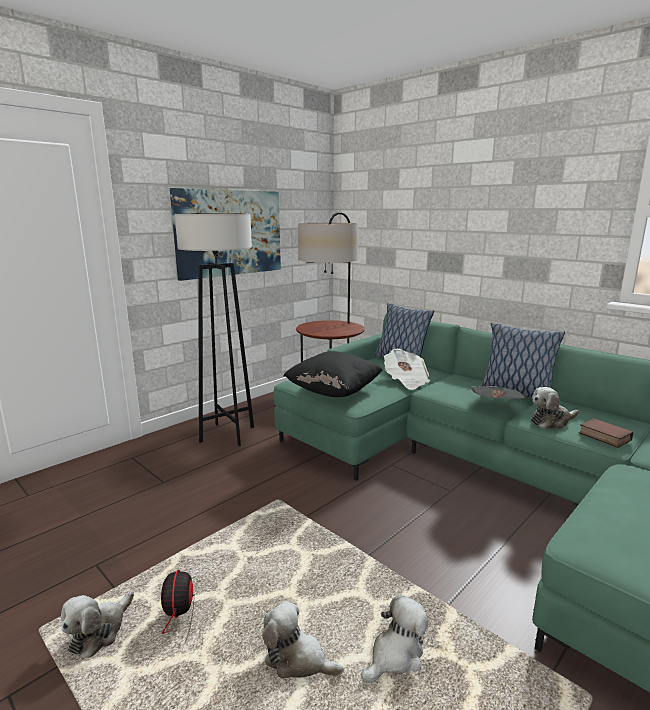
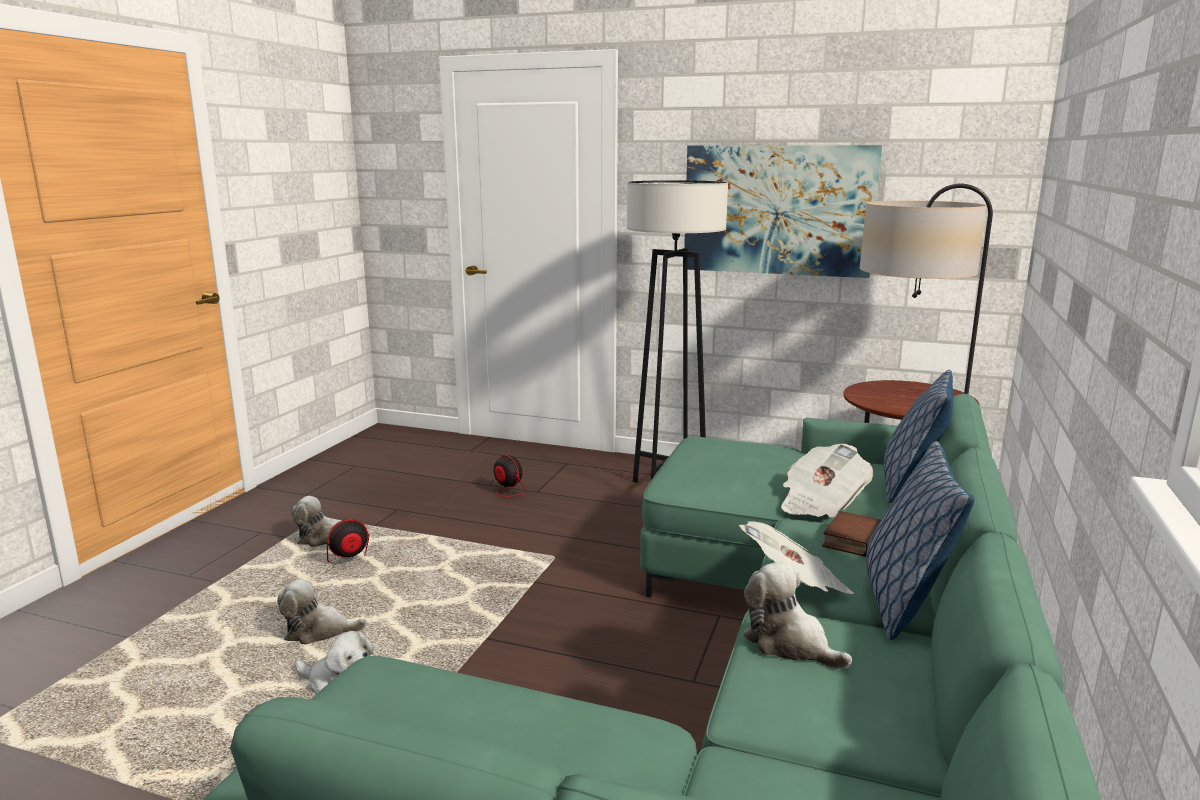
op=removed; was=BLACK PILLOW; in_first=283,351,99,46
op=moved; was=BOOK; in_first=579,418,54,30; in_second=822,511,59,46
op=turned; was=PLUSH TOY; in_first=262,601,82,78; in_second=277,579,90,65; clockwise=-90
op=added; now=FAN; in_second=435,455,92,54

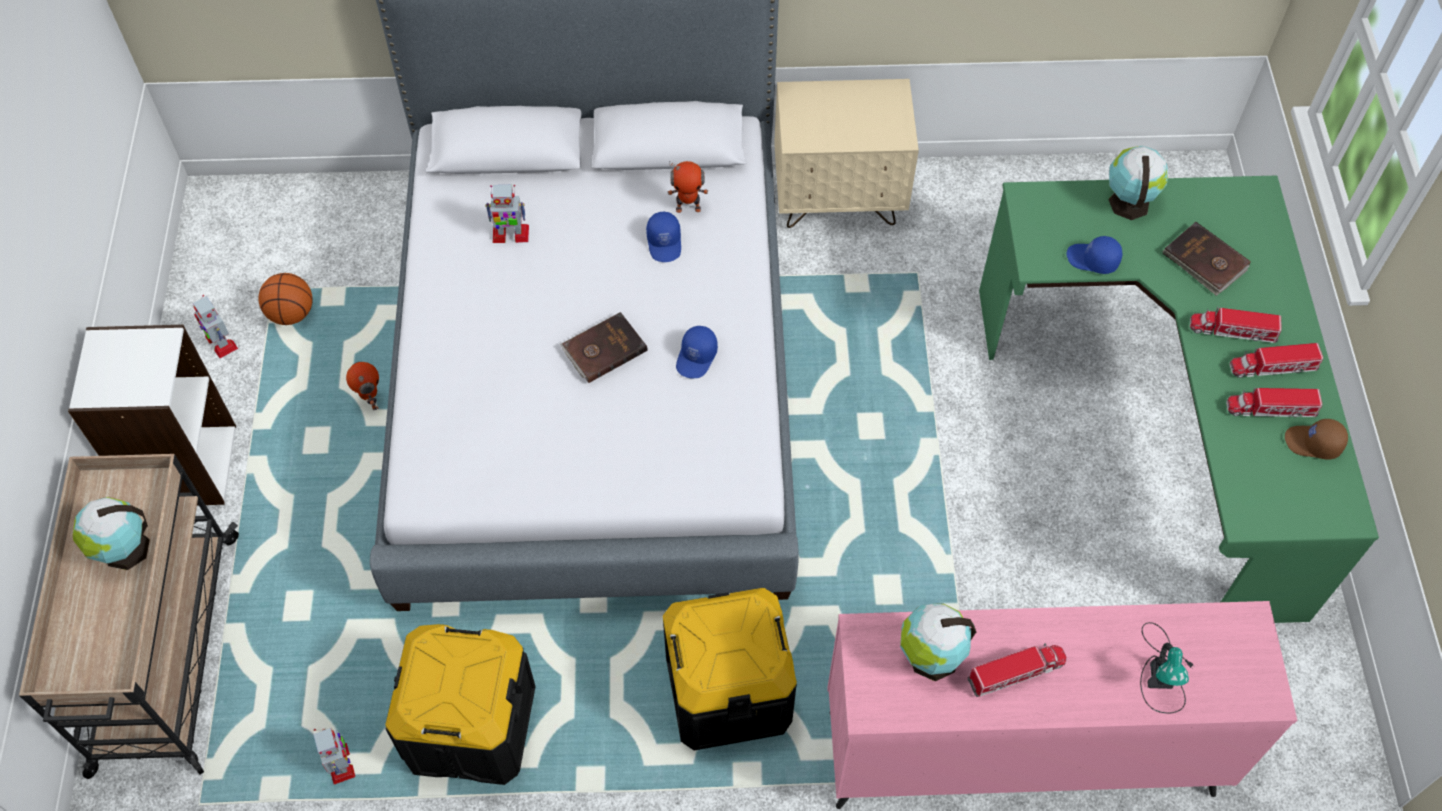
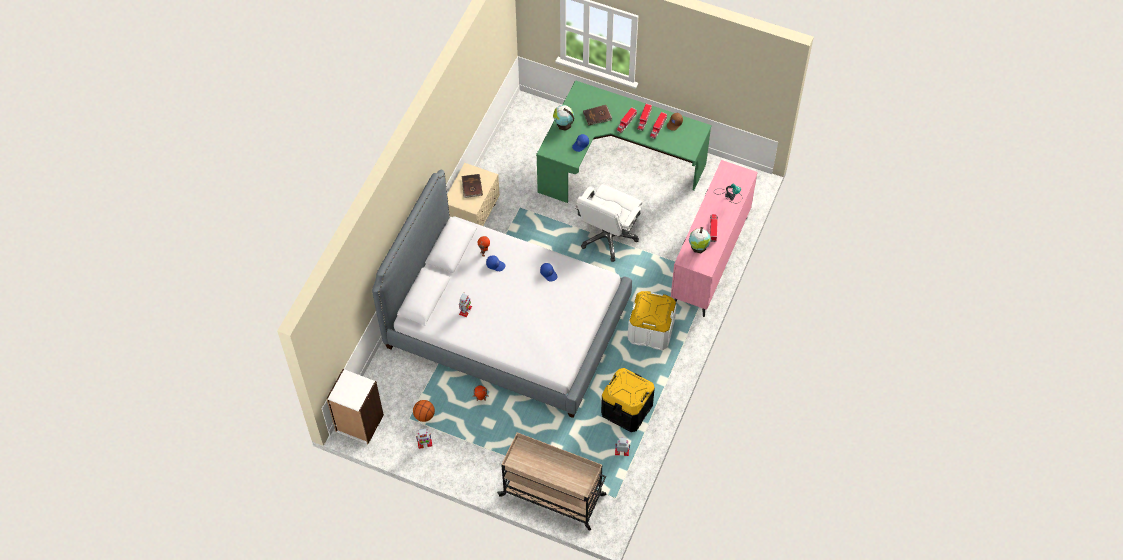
op=moved; was=BROWN BOOK; in_first=560,312,87,71; in_second=461,174,22,24
op=moved; was=WHITE BOOKCASE; in_first=68,325,168,180; in_second=326,369,58,75
op=removed; was=GLOBE; in_first=73,497,77,73
op=recoloured; was=BLACK STORAGE BOX; now=WHITE STORAGE BOX; in_first=663,588,134,162; in_second=628,291,49,59
op=added; now=WHITE OFFICE CHAIR; in_second=575,184,67,78

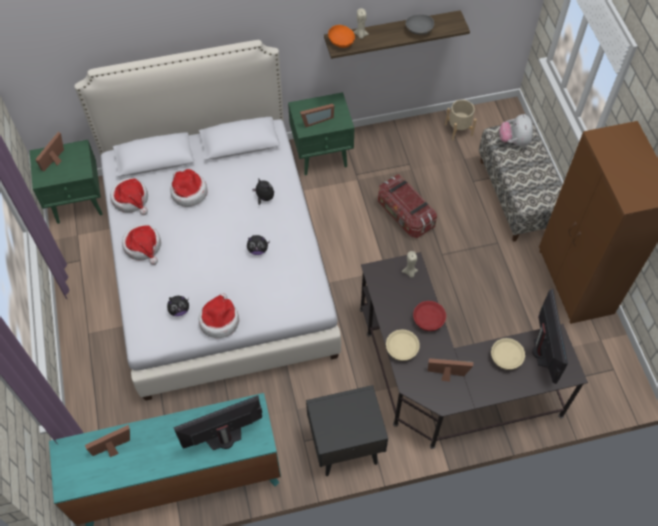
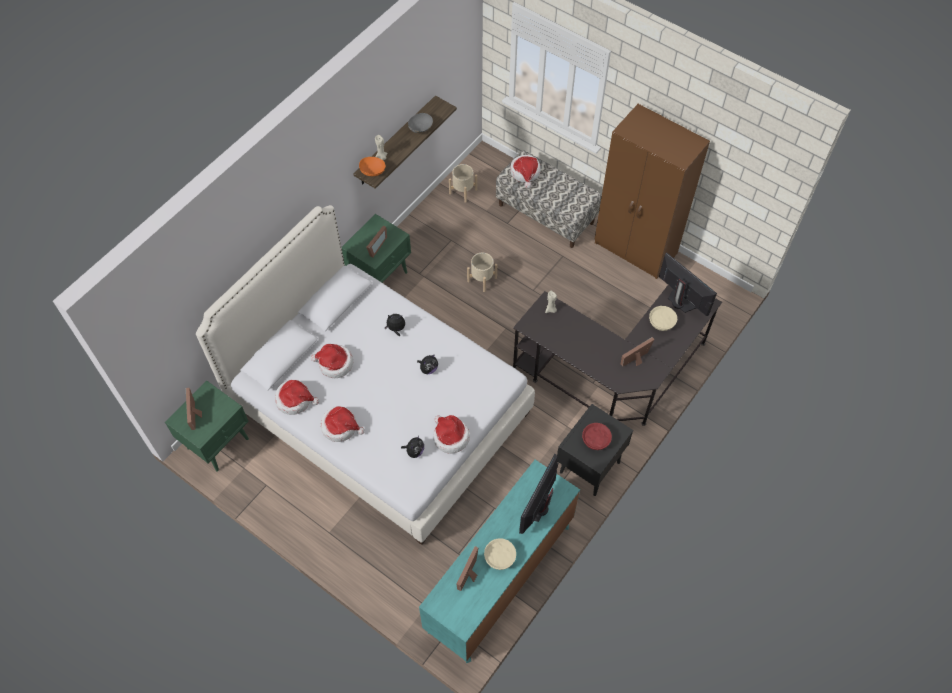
op=replaced; was=PLUSH TOY; now=HAT; in_first=499,114,34,33; in_second=510,155,31,33
op=replaced; was=STORAGE BOX; now=BEIGE PLANTER; in_first=378,175,59,63; in_second=467,253,30,39
op=moved; was=RED BOWL; in_first=413,301,33,30; in_second=582,423,30,27
op=moved; was=BEIGE BOWL; in_first=386,329,34,32; in_second=484,538,32,32

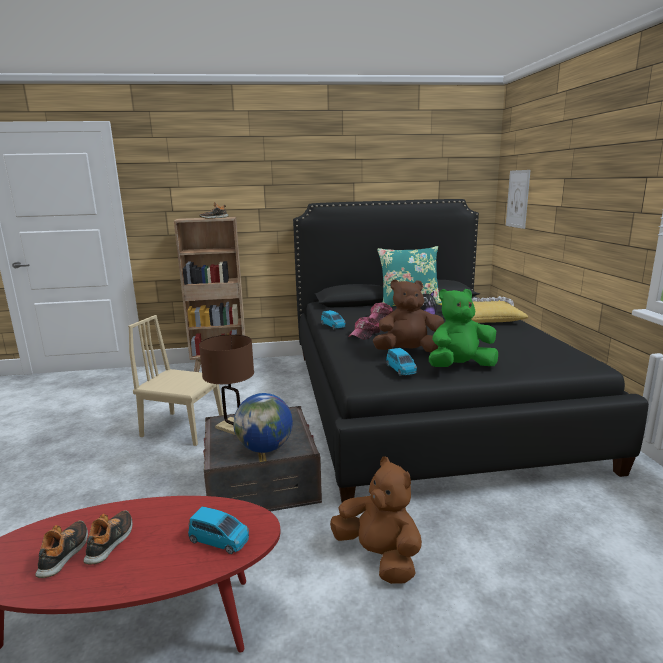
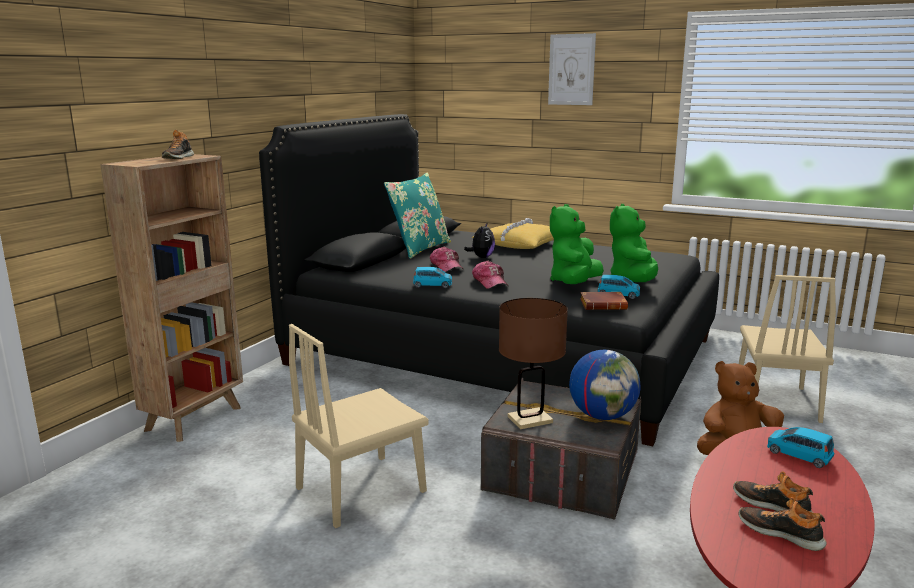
op=moved; was=PICTURE; in_first=506,170,25,59; in_second=548,33,48,72
op=recoloured; was=BROWN PLUSH TOY; now=GREEN PLUSH TOY; in_first=373,279,71,73; in_second=550,204,54,80
op=turned; was=BLUE TOY CAR; in_first=188,506,61,48; in_second=767,427,67,41; clockwise=-105
op=added; now=BEIGE CHAIR; in_second=739,275,97,148
op=added; now=BROWN BOOK; in_second=580,292,48,18

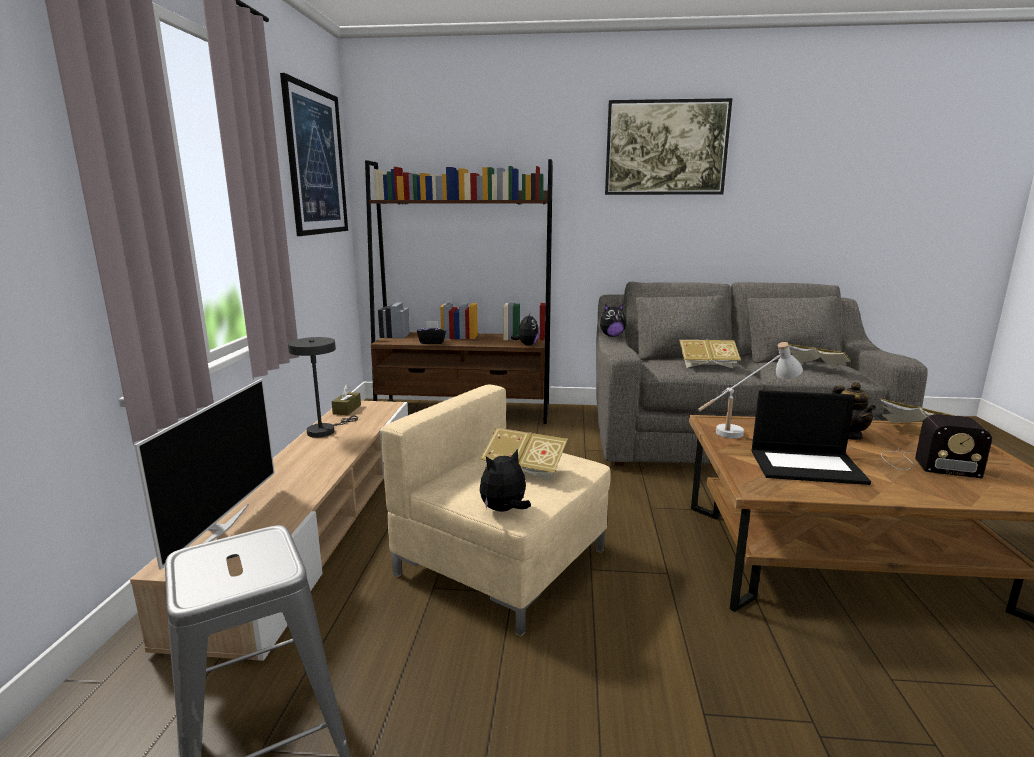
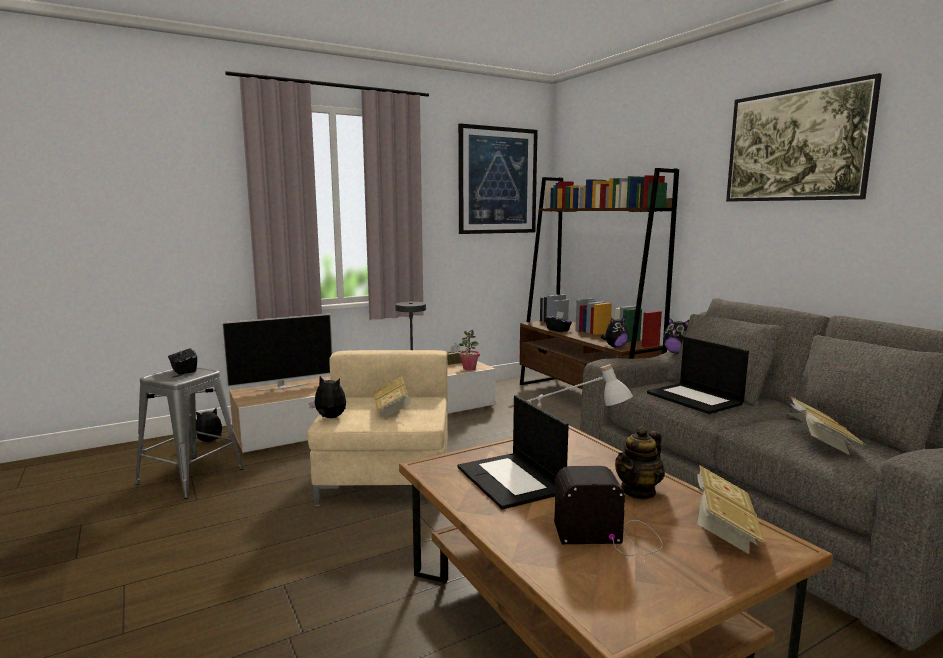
op=replaced; was=BOOK; now=LAPTOP; in_first=679,339,62,29; in_second=647,337,102,77
op=turned; was=RADIO; in_first=881,414,111,64; in_second=554,466,109,98; clockwise=105
op=added; now=POTTED PLANT; in_second=459,330,21,40
op=added; now=BLACK TISSUE BOX; in_second=168,344,29,30
op=added; now=PLUSH TOY; in_second=196,408,26,34

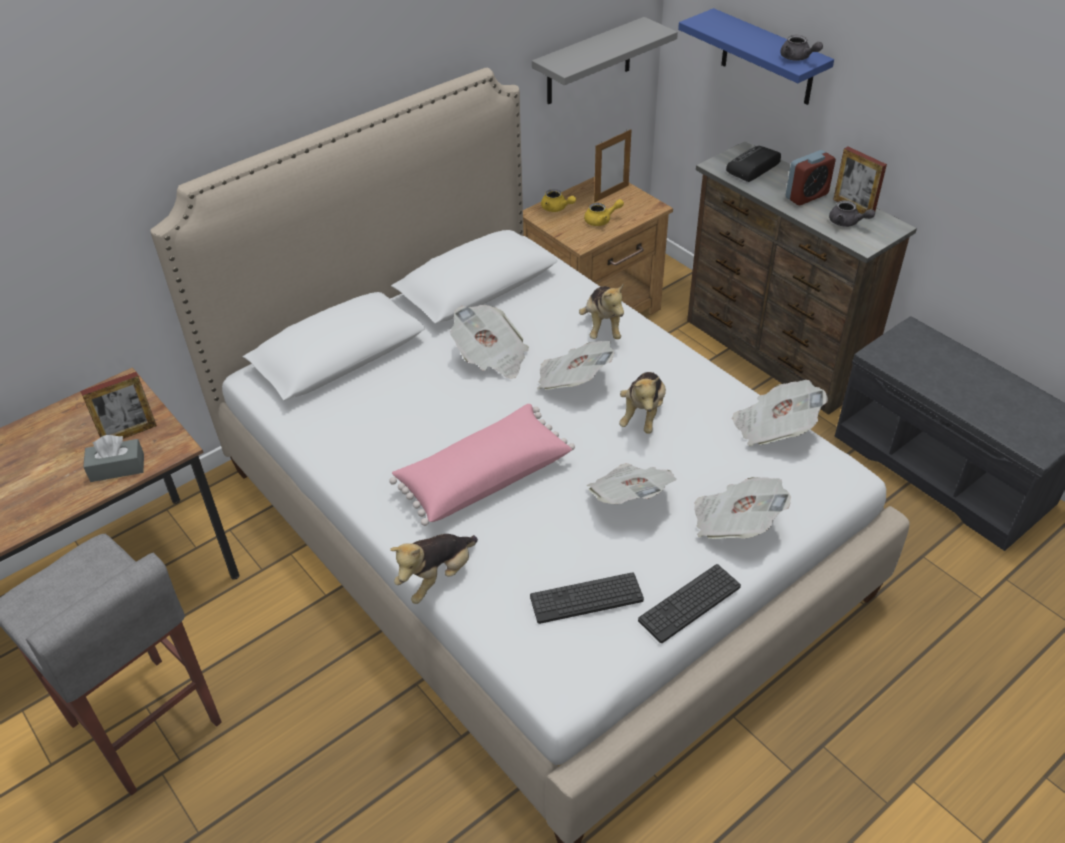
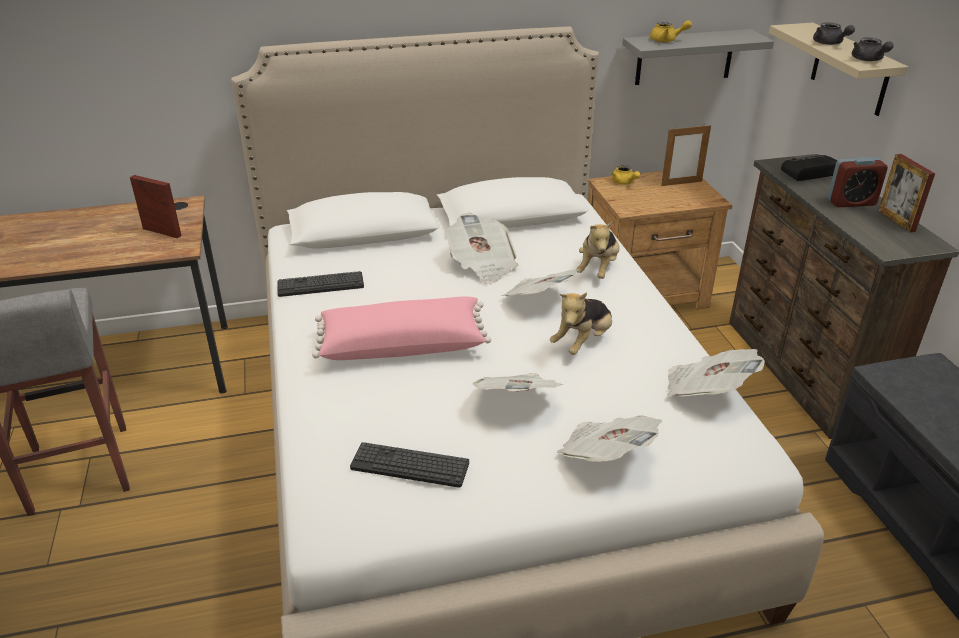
op=recoloured; was=BLUE SHELF; now=BEIGE SHELF; in_first=678,8,156,97; in_second=769,23,139,93
op=moved; was=YELLOW TEAPOT; in_first=584,199,40,27; in_second=650,20,42,22
op=moved; was=GREY TEAPOT; in_first=829,200,46,27; in_second=813,22,42,23
op=turned; was=PICTURE FRAME; in_first=80,372,77,67; in_second=130,175,52,63; clockwise=-150
op=removed; was=GREY TISSUE BOX; in_first=83,435,61,47
op=removed; was=PLUSH TOY; in_first=390,534,88,70
op=moved; was=KEYBOARD; in_first=638,564,103,79; in_second=277,271,87,26

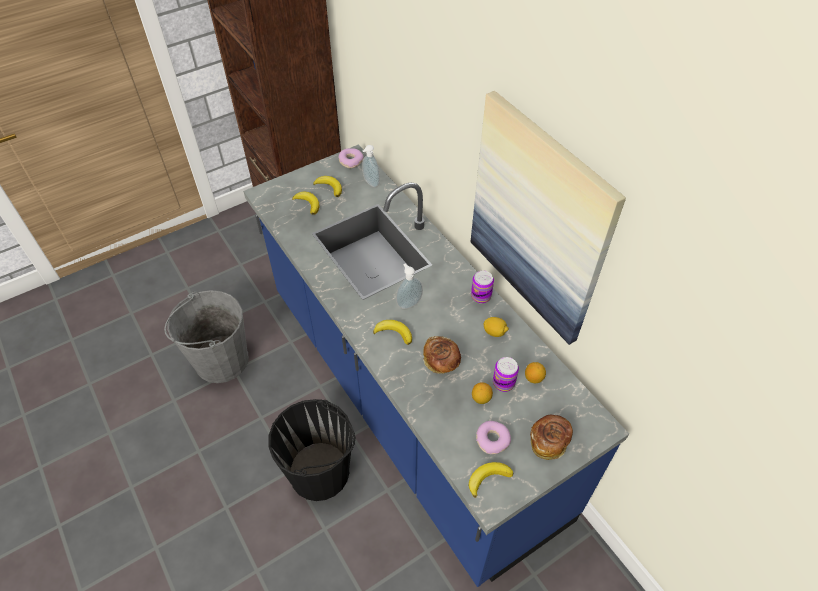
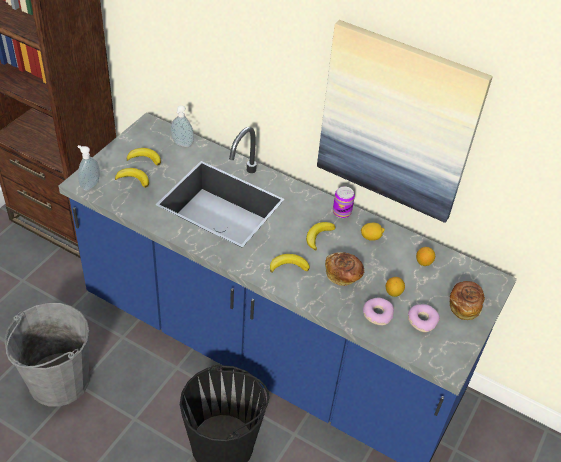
op=moved; was=DONUT; in_first=338,148,26,20; in_second=363,298,31,28
op=moved; was=SOAP DISPENSER; in_first=396,263,27,46; in_second=78,145,22,46
op=removed; was=CAN; in_first=493,357,26,35
op=moved; was=BANANA; in_first=469,462,44,36; in_second=306,222,30,28

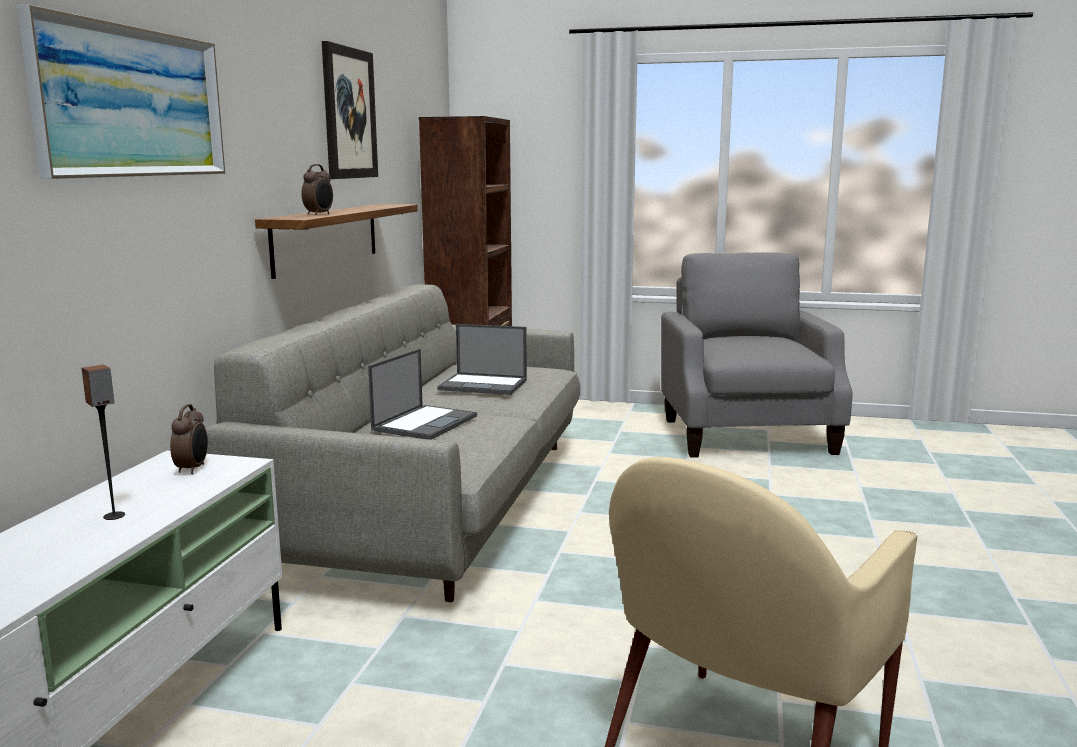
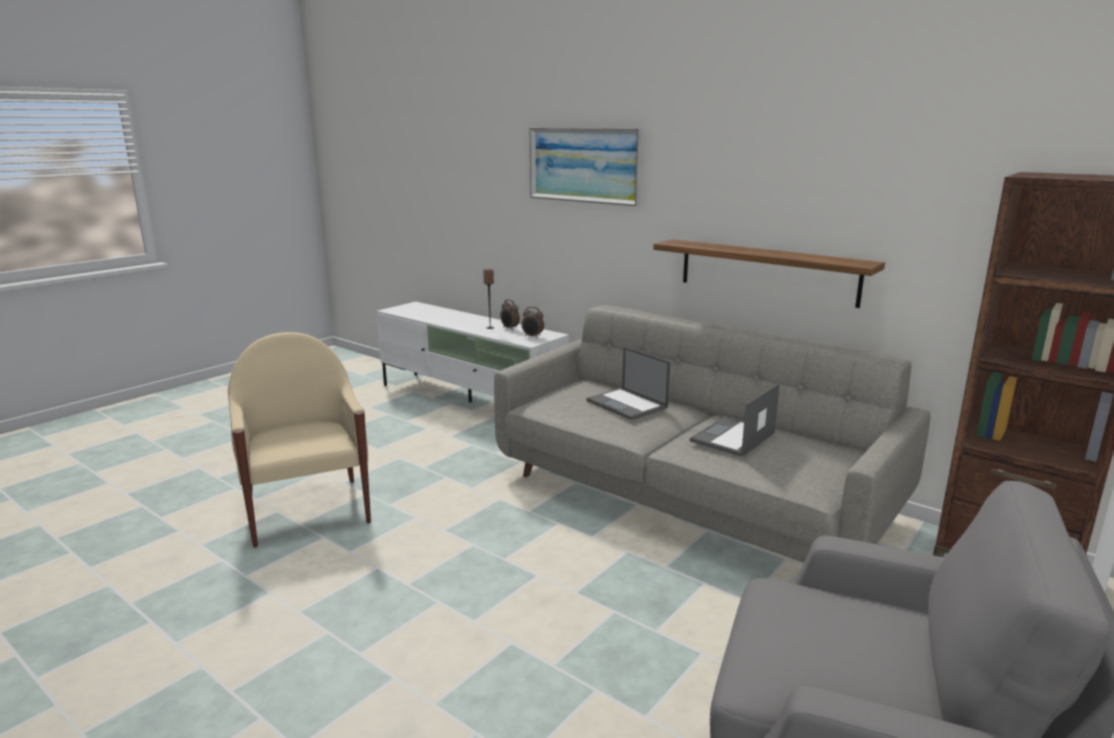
op=removed; was=PICTURE; in_first=322,41,56,138
op=moved; was=ALARM CLOCK; in_first=301,164,32,51; in_second=500,299,20,31

